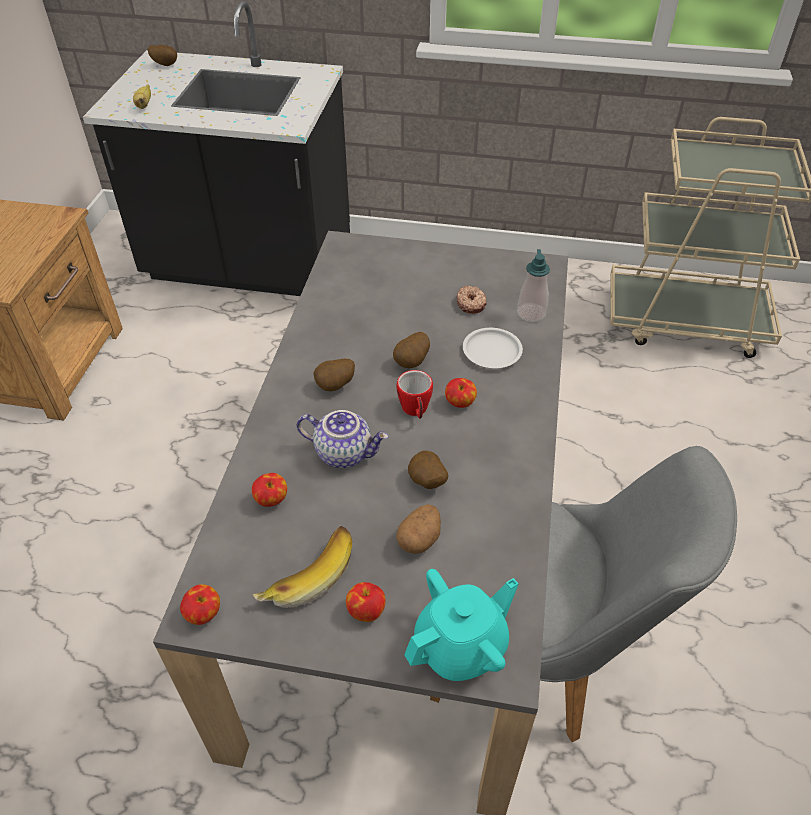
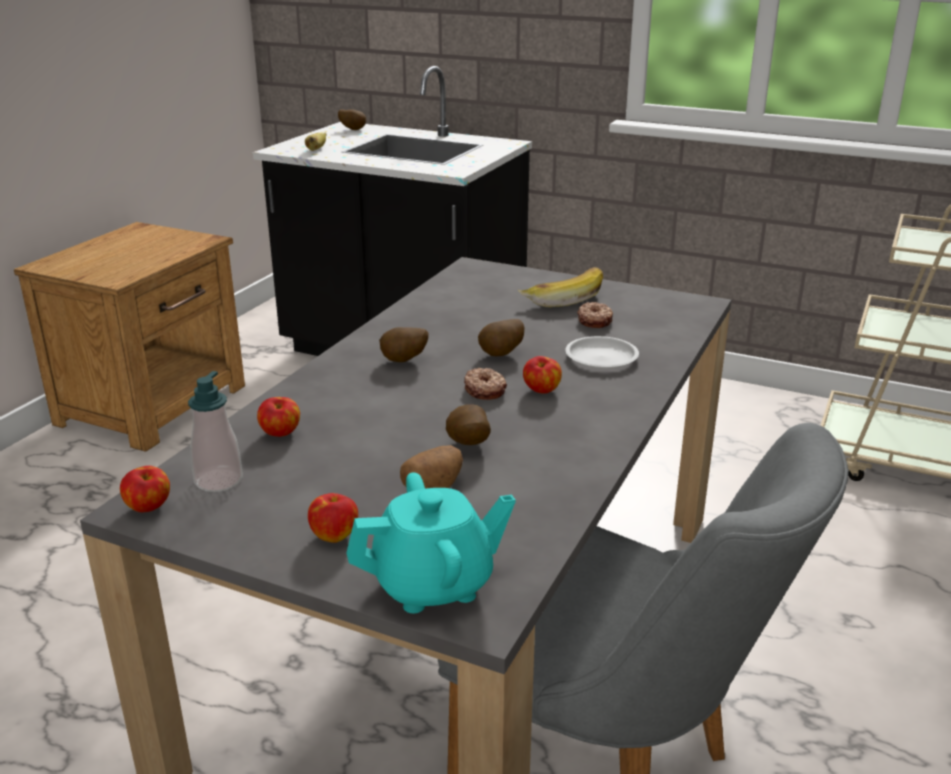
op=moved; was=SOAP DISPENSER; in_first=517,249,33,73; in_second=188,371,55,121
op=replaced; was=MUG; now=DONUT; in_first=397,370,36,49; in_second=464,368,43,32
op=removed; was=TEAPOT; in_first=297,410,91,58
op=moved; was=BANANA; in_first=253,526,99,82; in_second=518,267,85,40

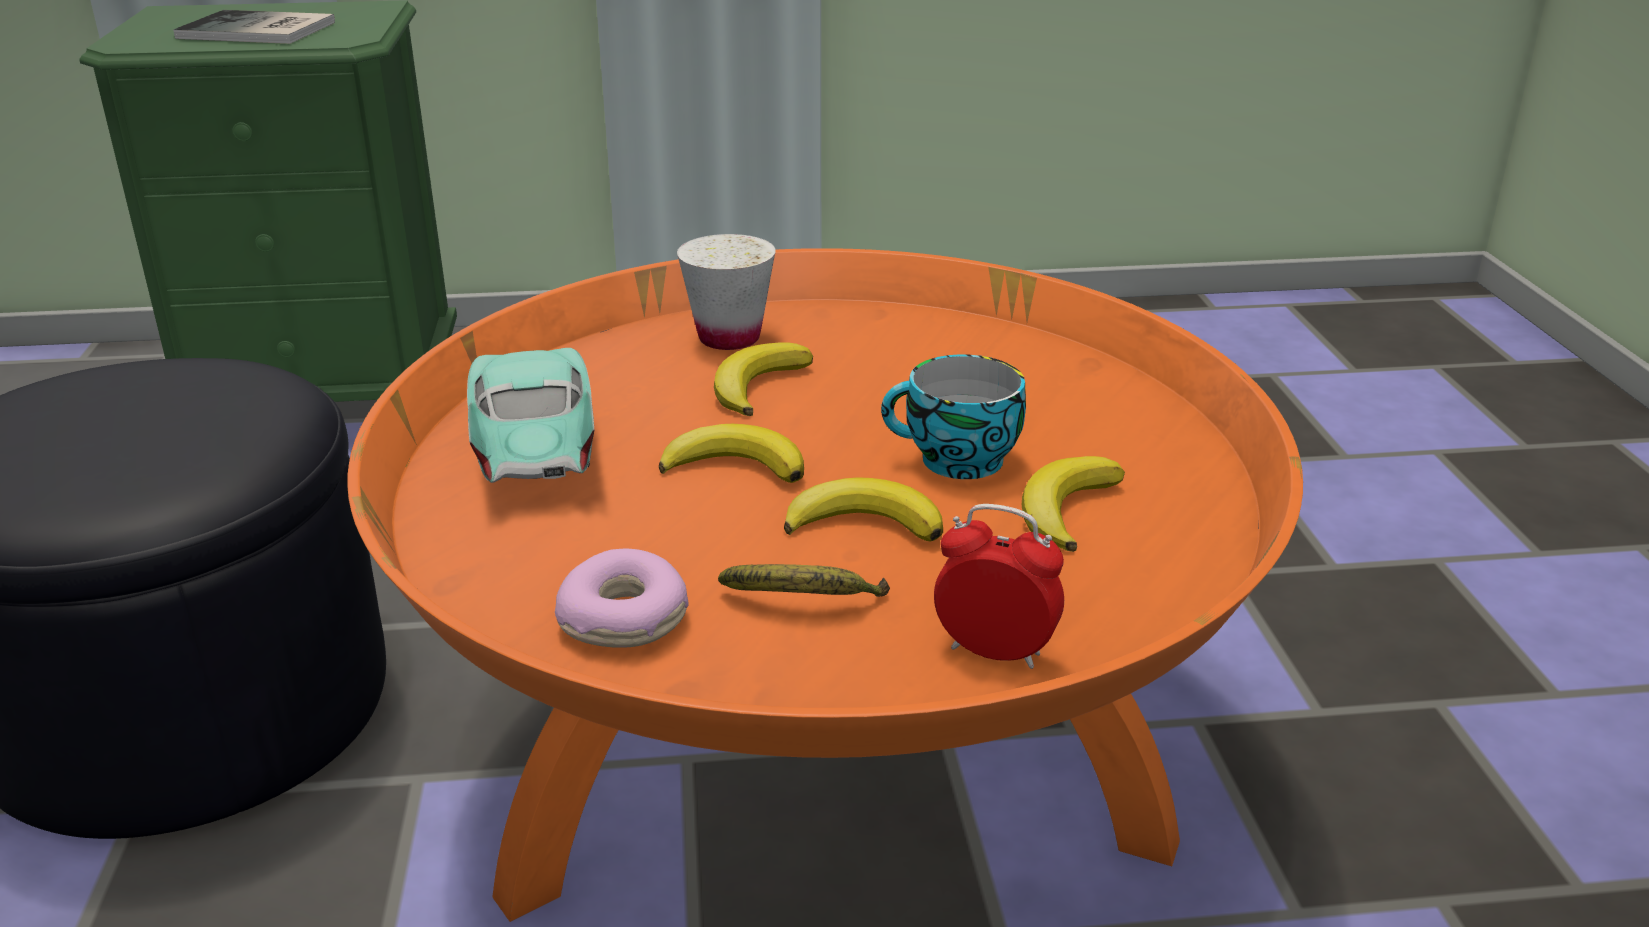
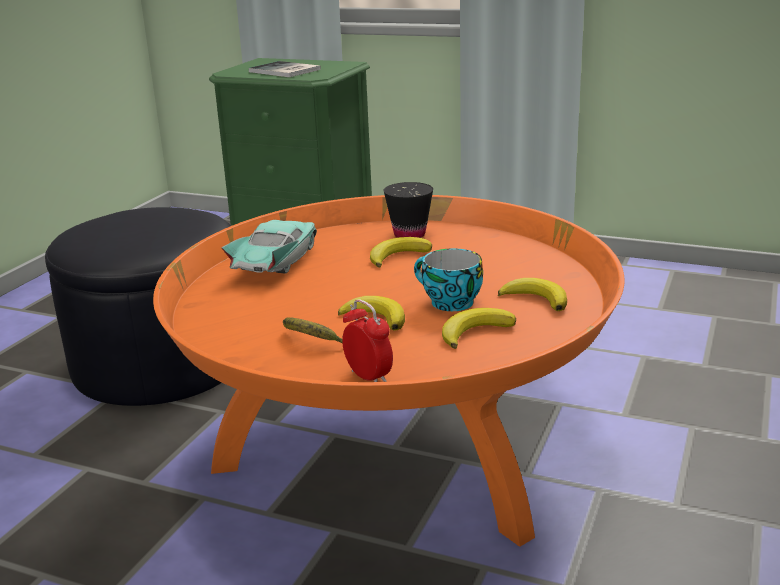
op=recoloured; was=WHITE CUP; now=BLACK CUP; in_first=677,234,99,116; in_second=384,182,49,56
op=moved; was=BANANA; in_first=659,424,145,59; in_second=498,278,69,33
op=removed; was=DONUT; in_first=555,549,133,99

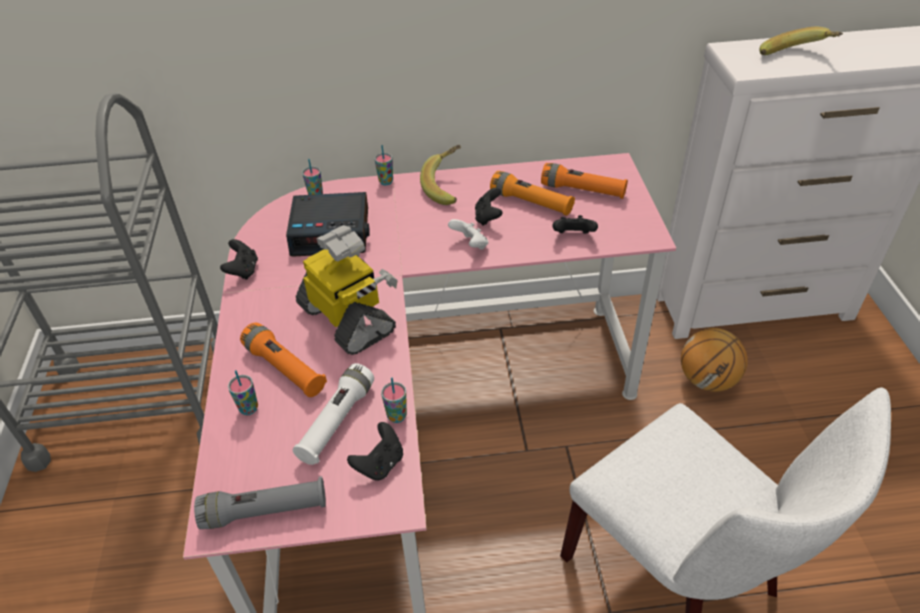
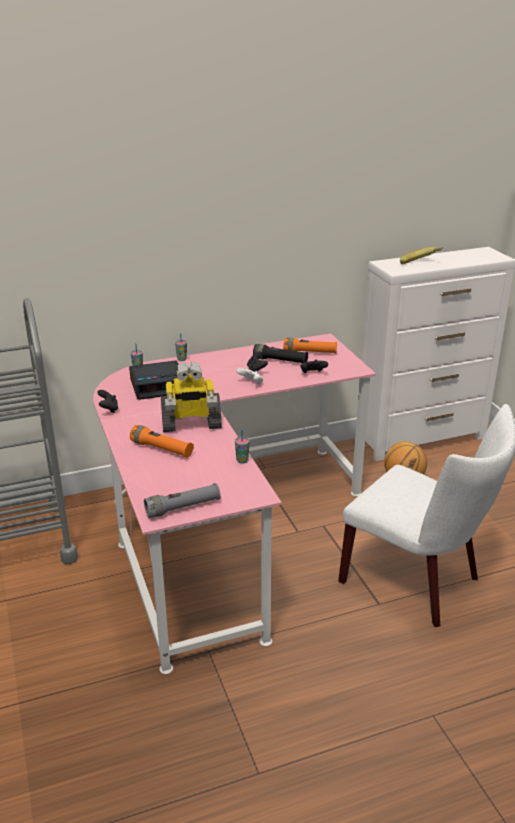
op=removed; was=BANANA; in_first=420,145,41,60
op=recoloured; was=ORANGE FLASHLIGHT; now=BLACK FLASHLIGHT; in_first=490,171,85,45; in_second=253,344,55,19
op=turned; was=TOY ROBOT; in_first=296,225,102,130; in_second=161,362,61,70; clockwise=135
op=removed; was=WHITE FLASHLIGHT; in_first=293,363,81,102
op=removed; was=CUP; in_first=228,370,30,45
op=removed; was=BLACK GAME CONTROLLER; in_first=347,422,56,59

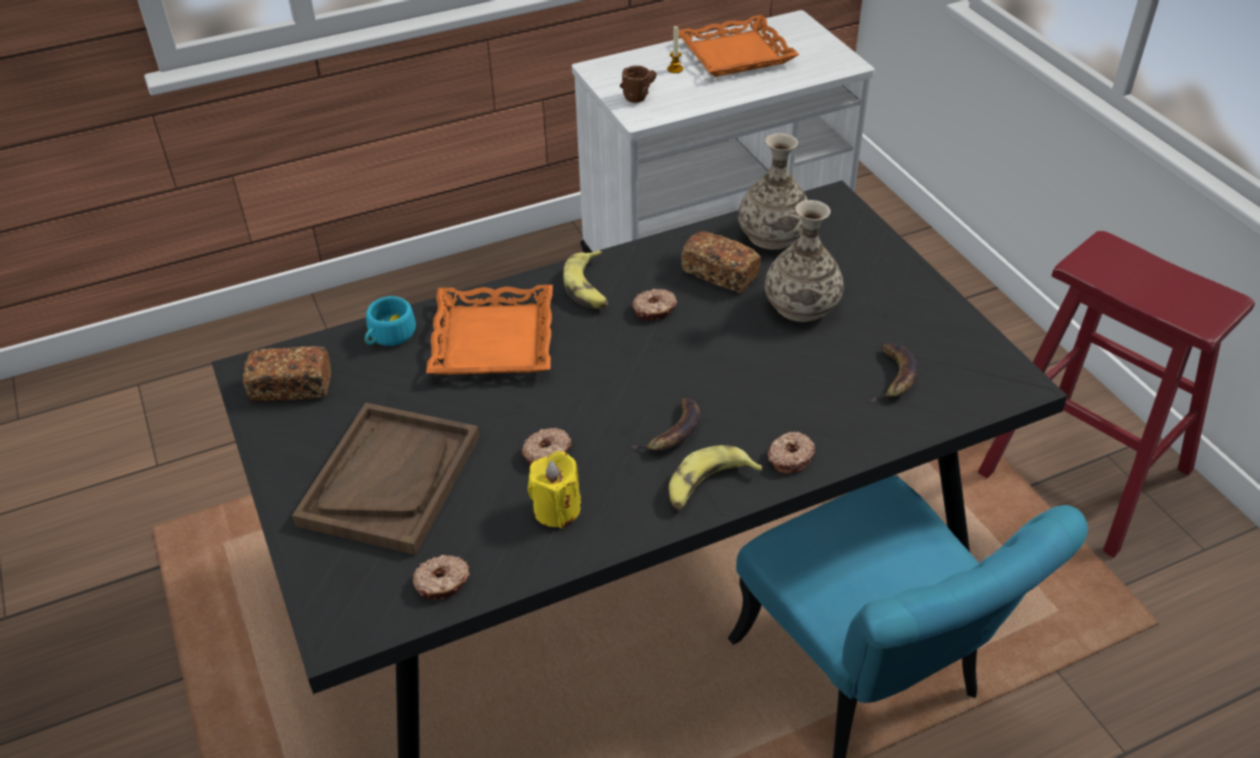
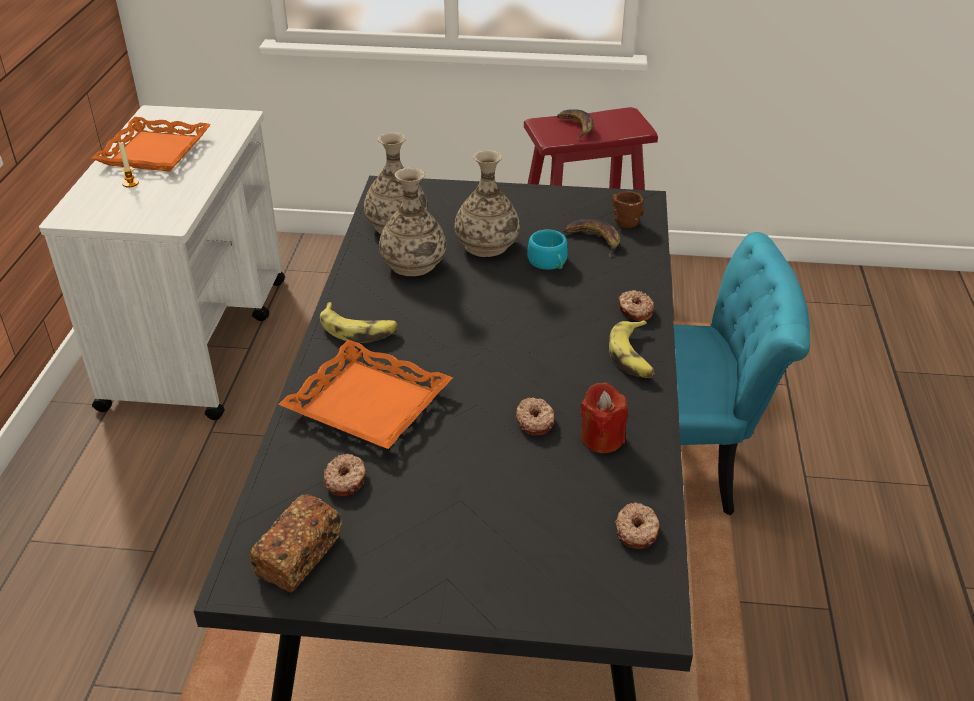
op=moved; was=BROWN MUG; in_first=620,66,37,37; in_second=612,191,32,37
op=replaced; was=BREAD; now=VASE; in_first=681,231,80,62; in_second=379,168,67,108
op=moved; was=DONUT; in_first=632,289,45,31; in_second=323,454,43,42
op=moved; was=TURQUOISE CUP; in_first=365,296,51,50; in_second=527,230,41,40
op=moved; was=BANANA; in_first=631,398,69,53; in_second=557,109,37,31
op=removed; was=BROWN TRAY; in_first=292,403,187,152
op=recoloured; was=YELLOW CANDLE; now=RED CANDLE; in_first=528,451,53,77; in_second=581,383,47,70

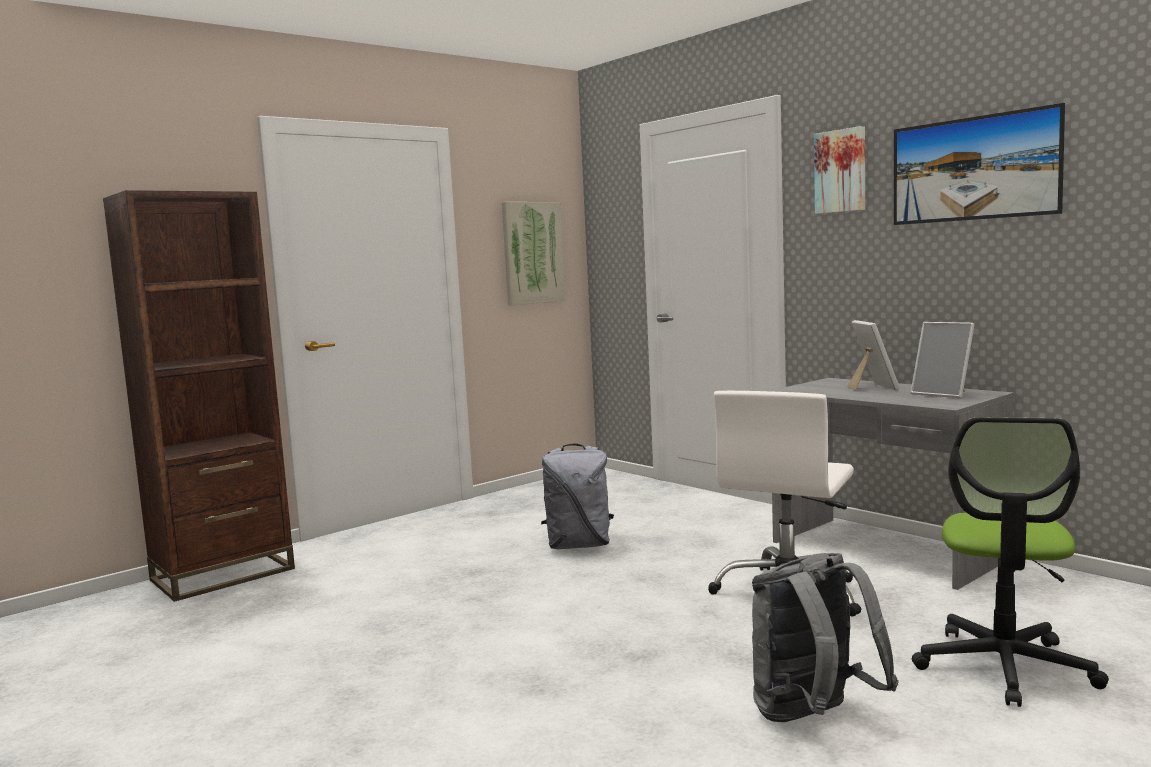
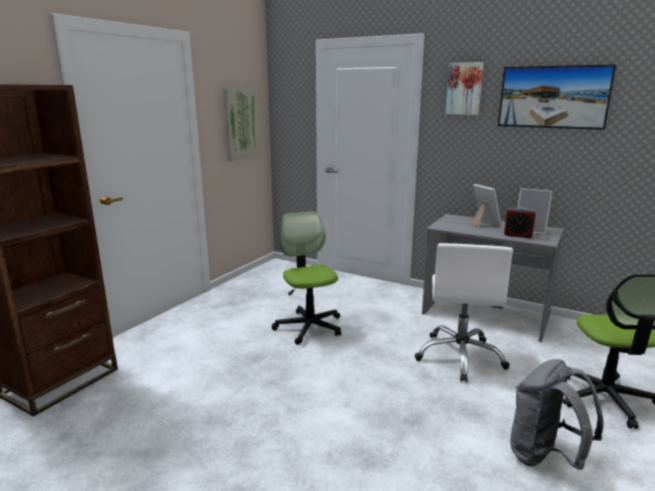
op=replaced; was=GREY BACKPACK; now=OFFICE CHAIR; in_first=541,444,73,105; in_second=272,211,69,134
op=added; now=ALARM CLOCK; in_second=504,207,32,31

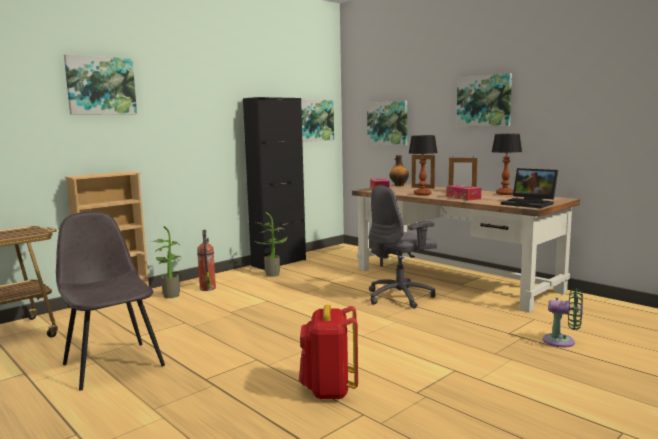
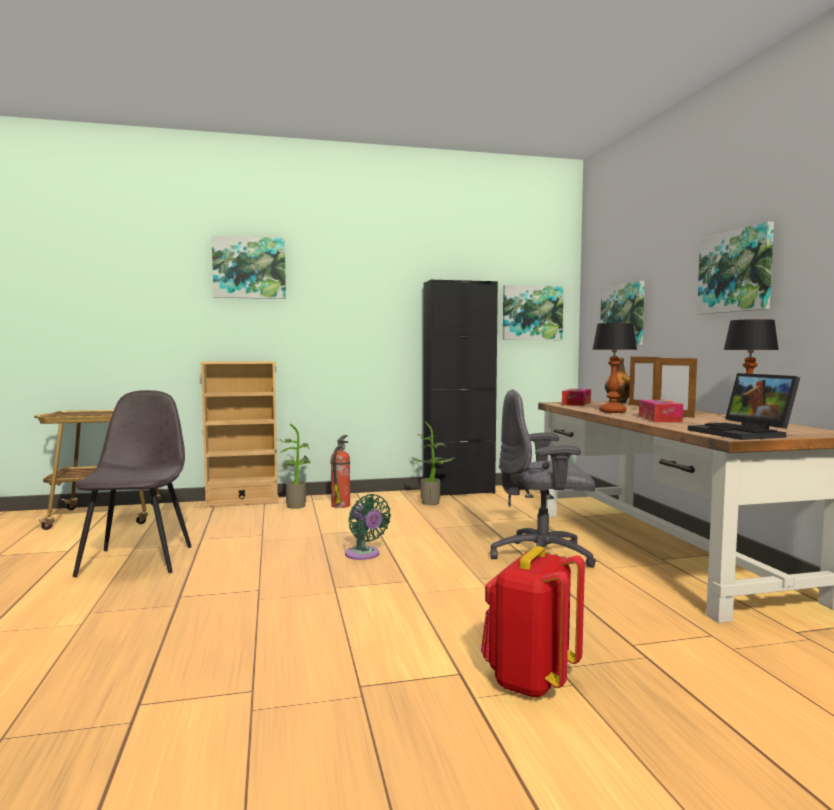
op=moved; was=GREEN FAN; in_first=543,288,40,59; in_second=345,494,46,66
op=moved; was=RED BACKPACK; in_first=299,305,59,94; in_second=481,546,104,152

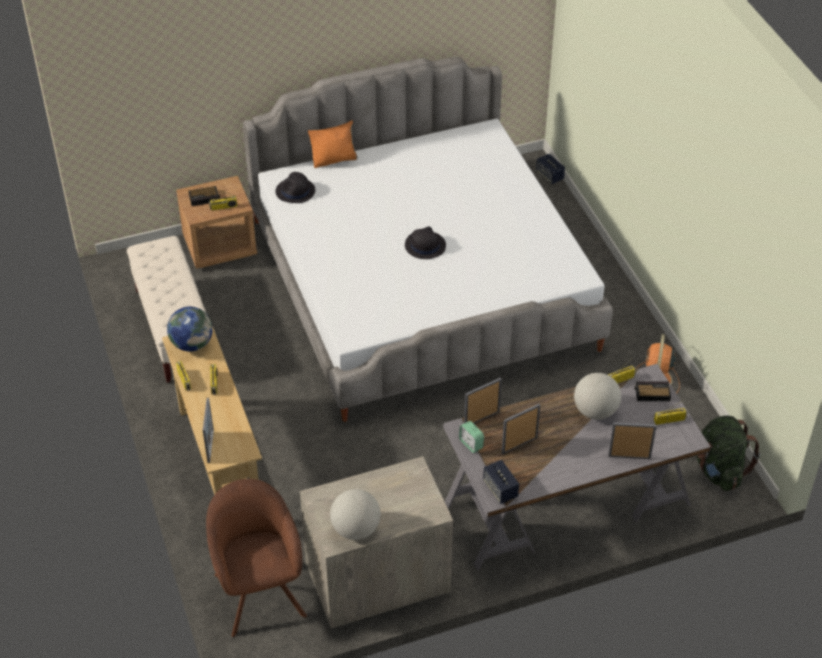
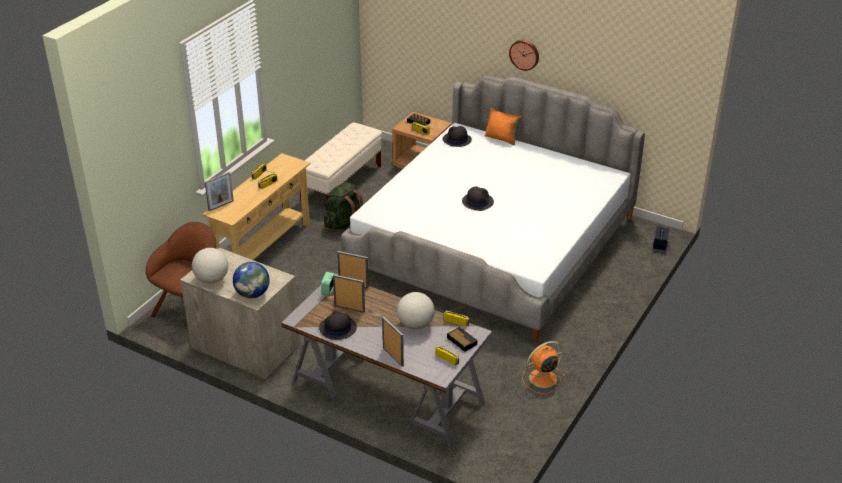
op=moved; was=GLOBE; in_first=167,307,46,45; in_second=233,262,37,36
op=moved; was=GREEN BACKPACK; in_first=696,416,64,75; in_second=324,182,39,49
op=removed; was=SPEAKER; in_first=483,460,36,44
op=added; now=WALL CLOCK; in_second=509,40,30,31
op=added; now=BLACK HAT; in_second=319,310,38,30

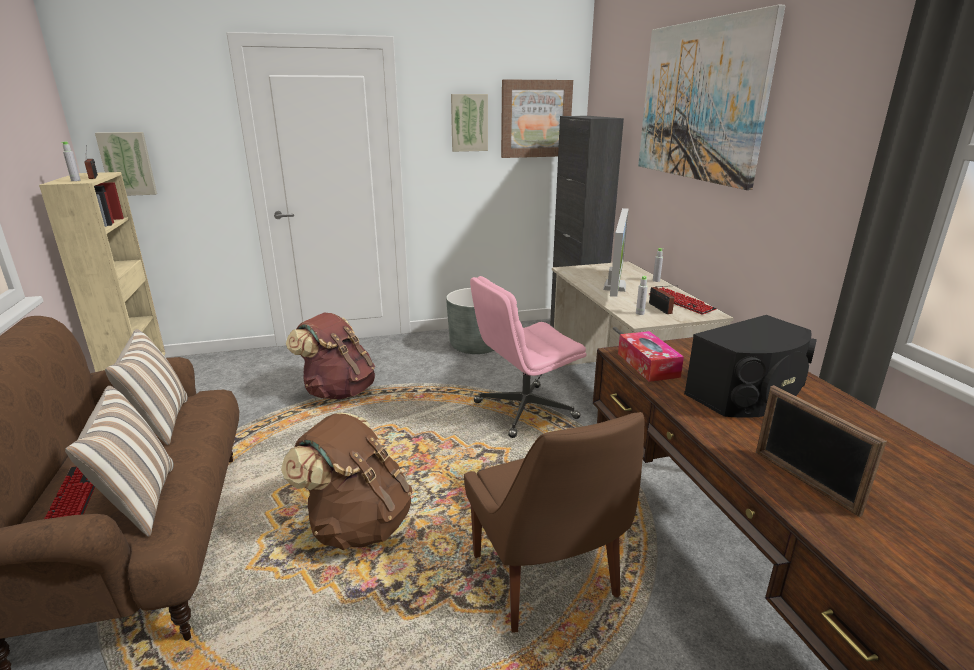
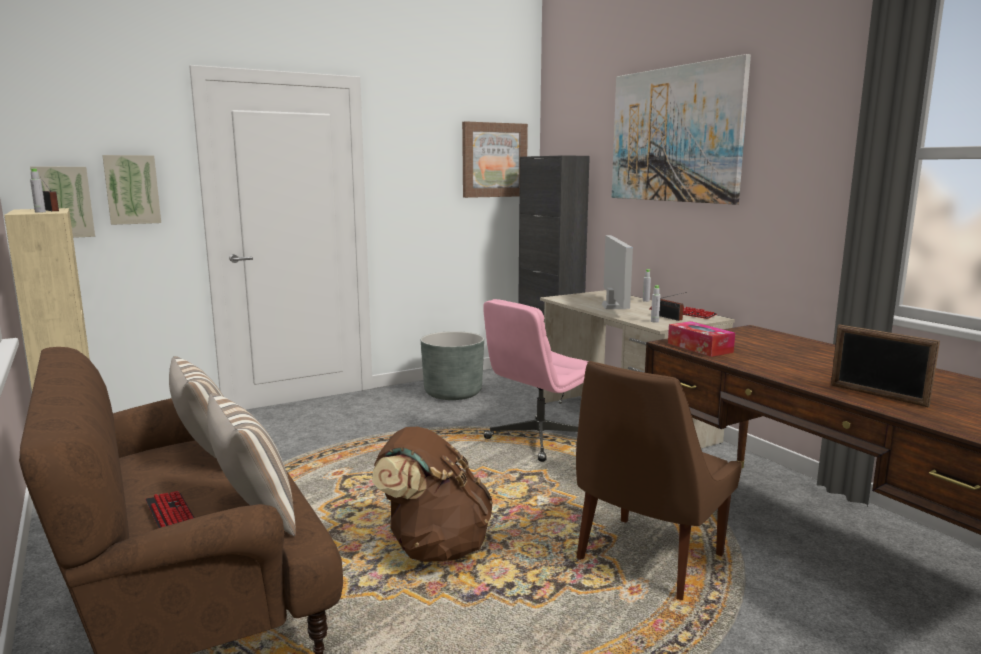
op=moved; was=PICTURE; in_first=451,94,37,58; in_second=102,155,59,70
op=removed; was=BROWN BACKPACK; in_first=286,312,89,87
op=removed; was=BLACK SPEAKER; in_first=684,315,133,103
op=turned; was=BROWN CHAIR; in_first=464,412,180,220; in_second=576,361,166,239; clockwise=75

